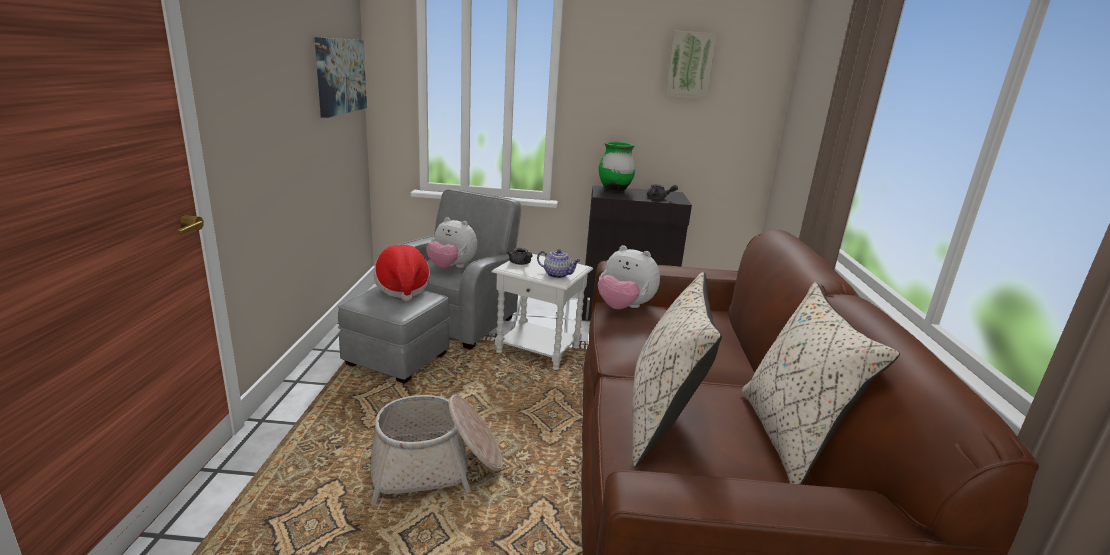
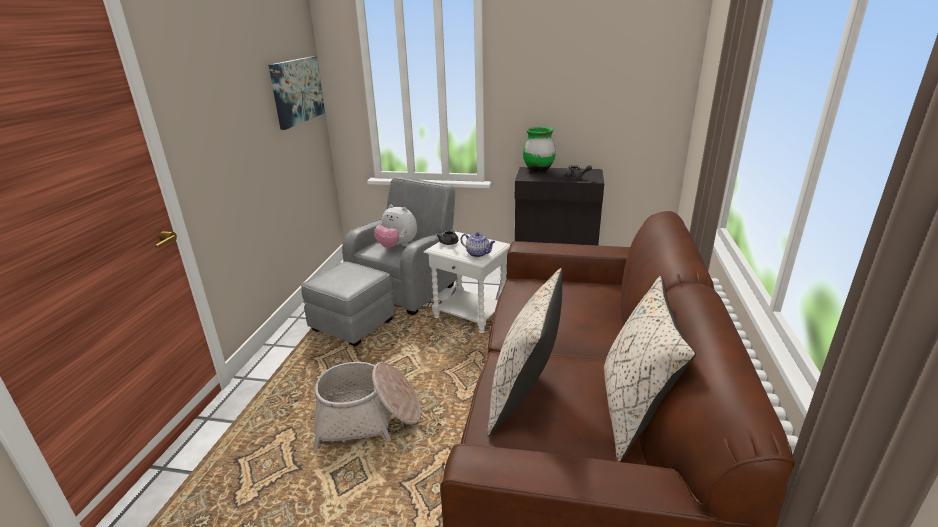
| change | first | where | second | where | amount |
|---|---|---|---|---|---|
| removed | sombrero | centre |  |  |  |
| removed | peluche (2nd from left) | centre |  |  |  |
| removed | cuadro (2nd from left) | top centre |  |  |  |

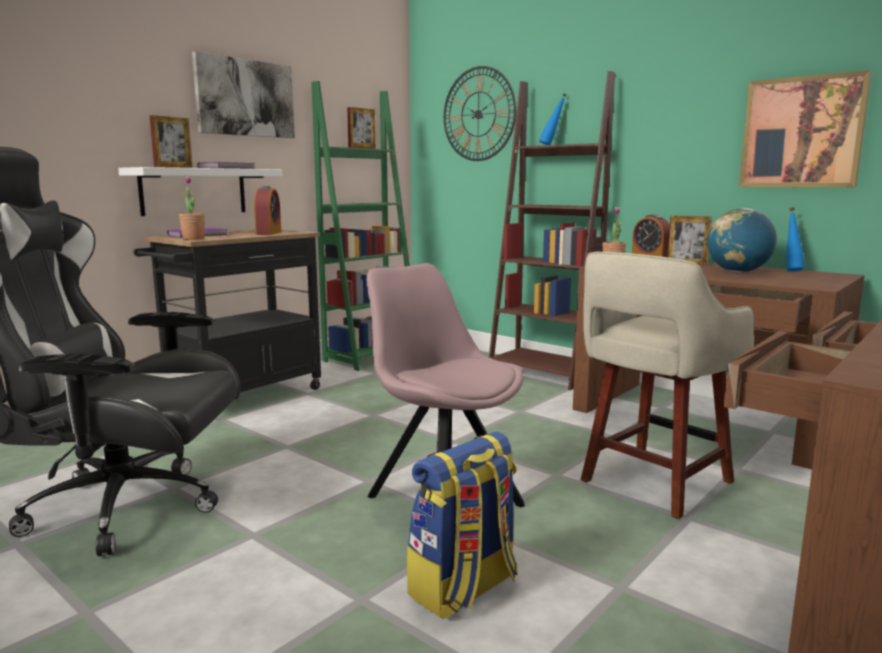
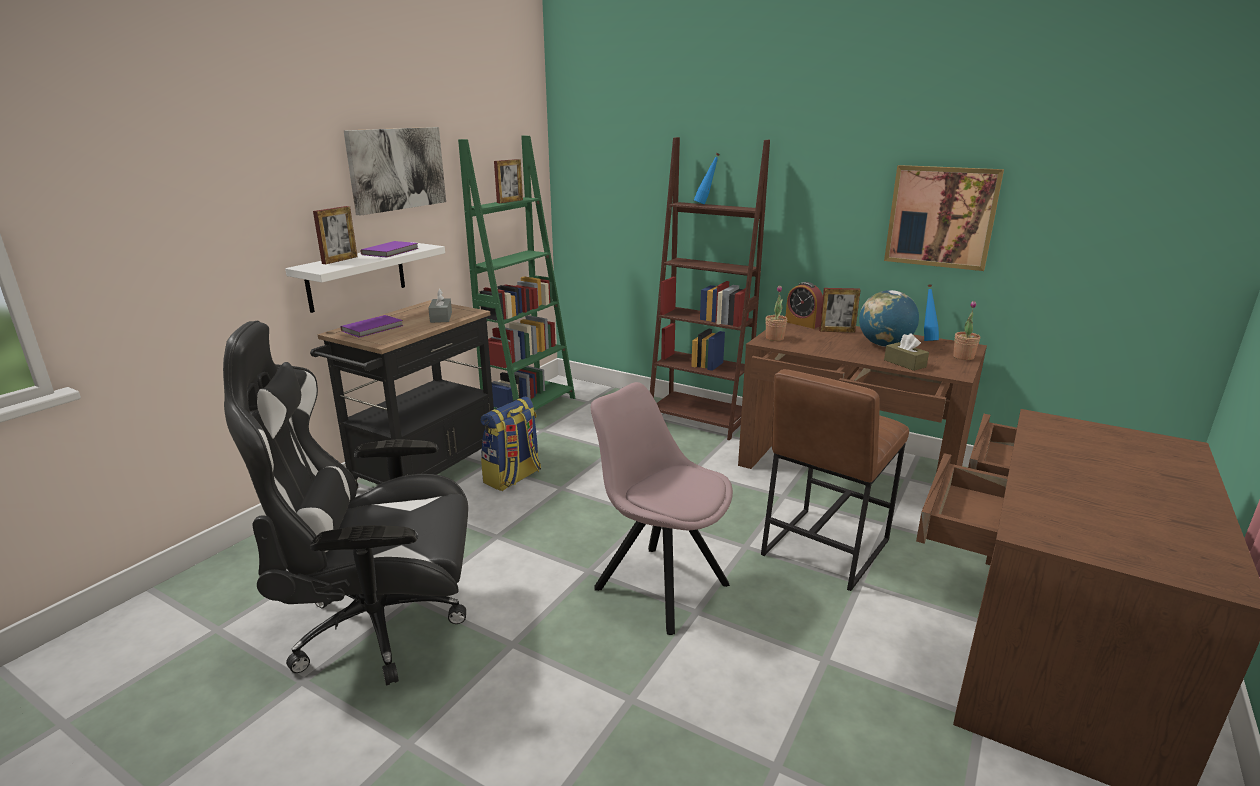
| change | first | where | second | where | amount |
|---|---|---|---|---|---|
| removed | reloj de pared | top centre |  |  |  |
| added |  |  | caja de pañuelos (marrón) | middle right |  |
| moved | planta en maceta (1st from left in the first image) | top left | planta en maceta (2nd from left) | middle right |  |
| moved | mochila | bottom centre |  | centre |  |
| replaced | despertador (1st from left) | top left | caja de pañuelos (gris) | centre |  |
| replaced | taburete (beis) | middle right | silla (marrón) | centre |  |

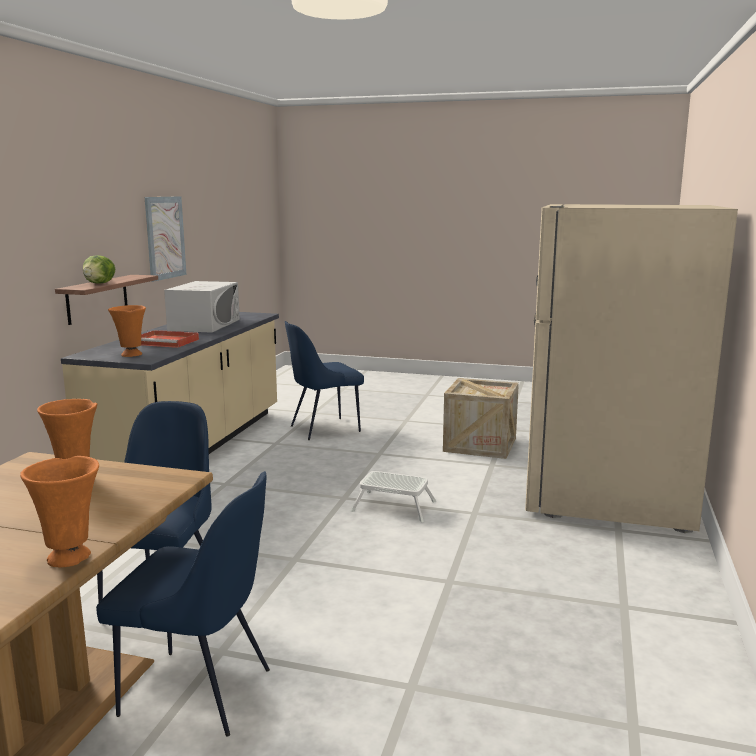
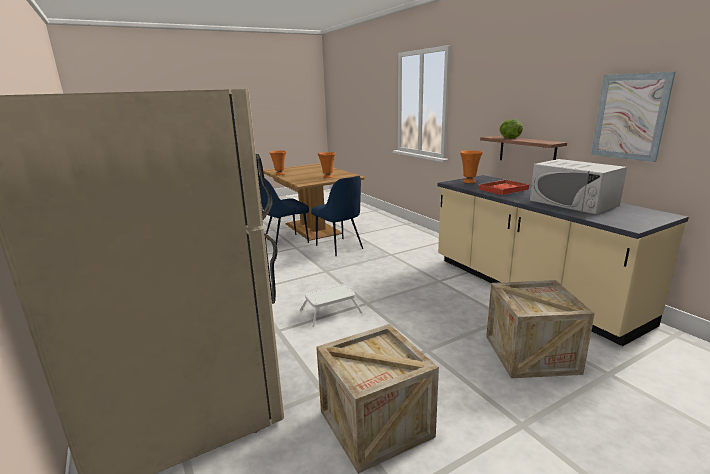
| change | first | where | second | where | amount |
|---|---|---|---|---|---|
| replaced | silla (azul) (3rd from left) | centre | caja de embalaje (2nd from left) | bottom right |  |

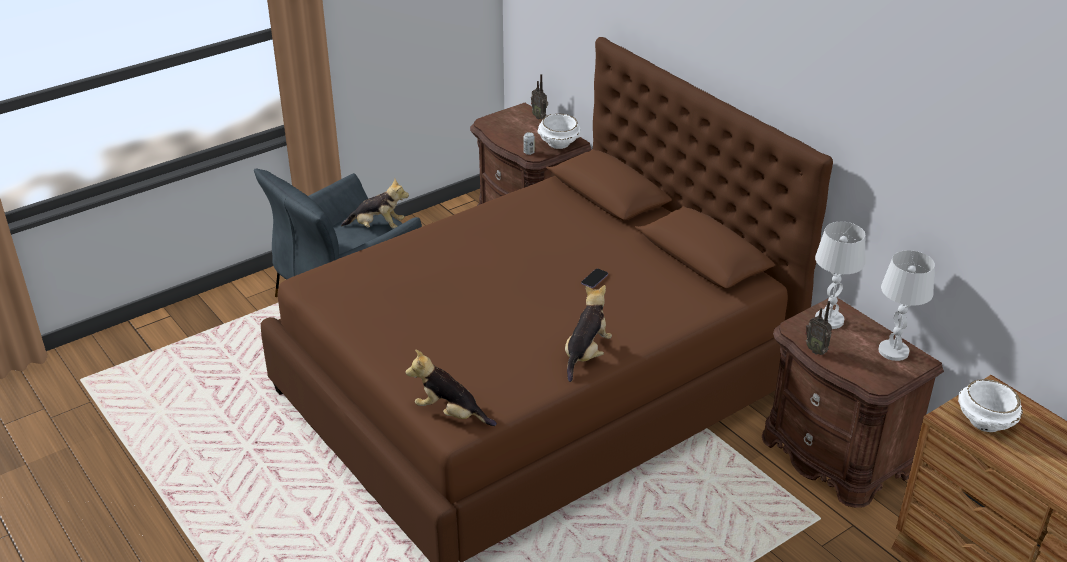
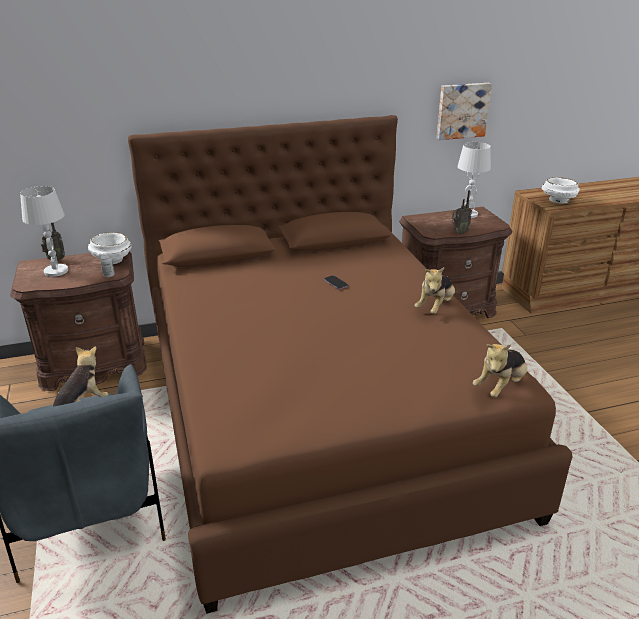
| change | first | where | second | where | amount |
|---|---|---|---|---|---|
| added |  |  | cuadro | top right |  |
| moved | lámpara de mesa (blanco) (1st from left) | middle right |  | middle left |  |
| turned | peluche (3rd from left in the first image) | centre | peluche (2nd from left) | middle right | 105 degrees counterclockwise |

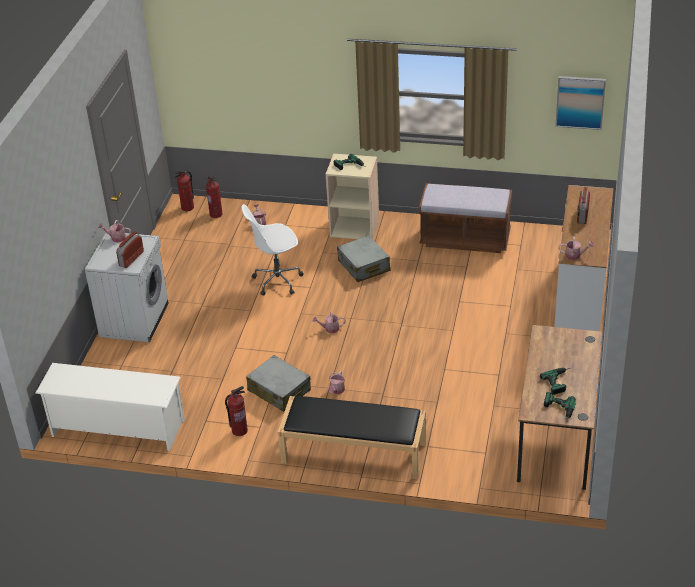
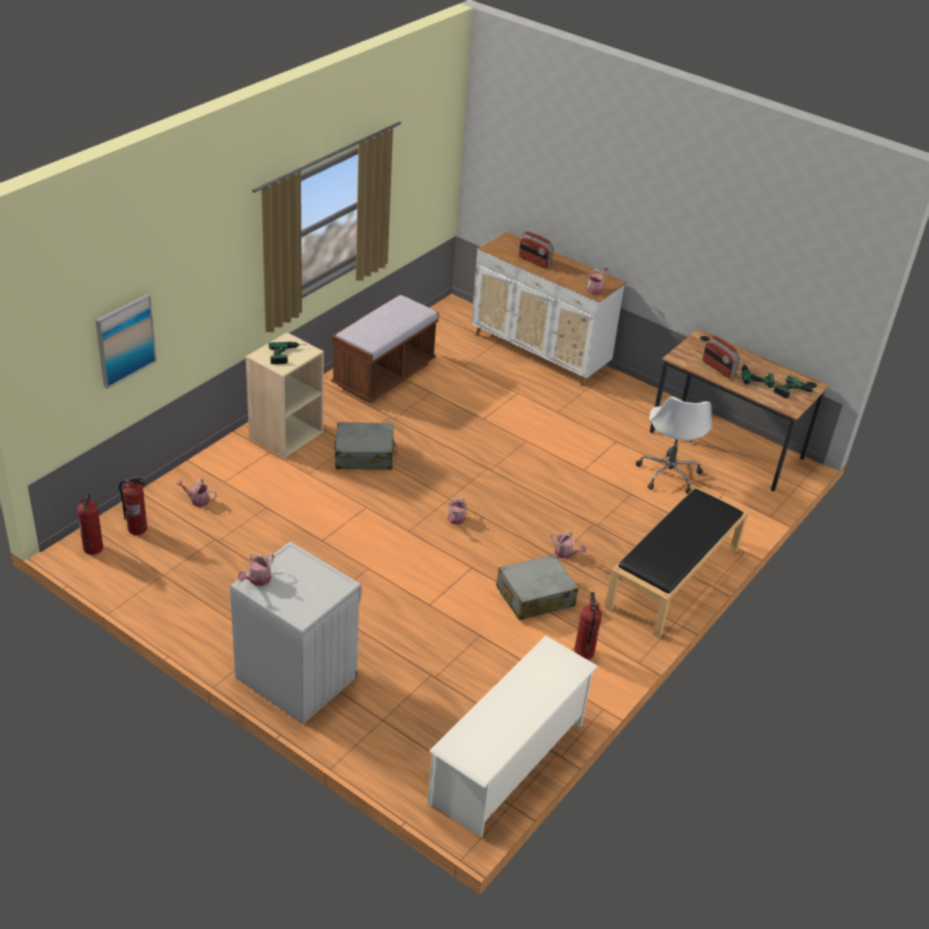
| change | first | where | second | where | amount |
|---|---|---|---|---|---|
| moved | radio (1st from left in the first image) | middle left | radio (2nd from left) | middle right |  |
| moved | silla de oficina (blanco) | centre |  | middle right |  |
| moved | cuadro | top right |  | middle left |  |

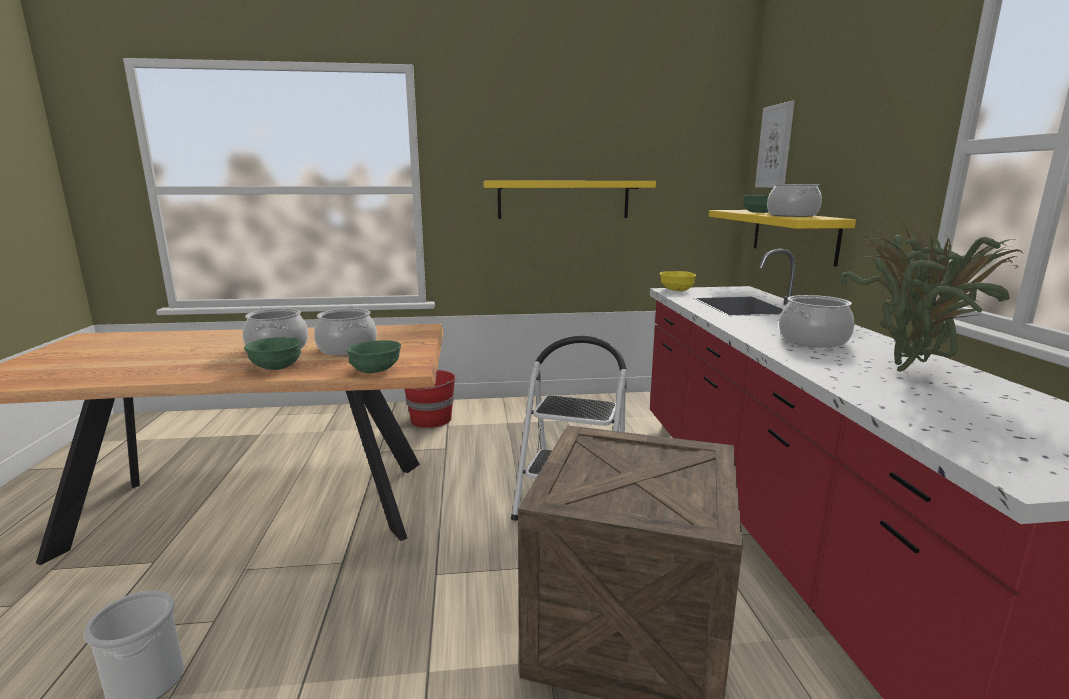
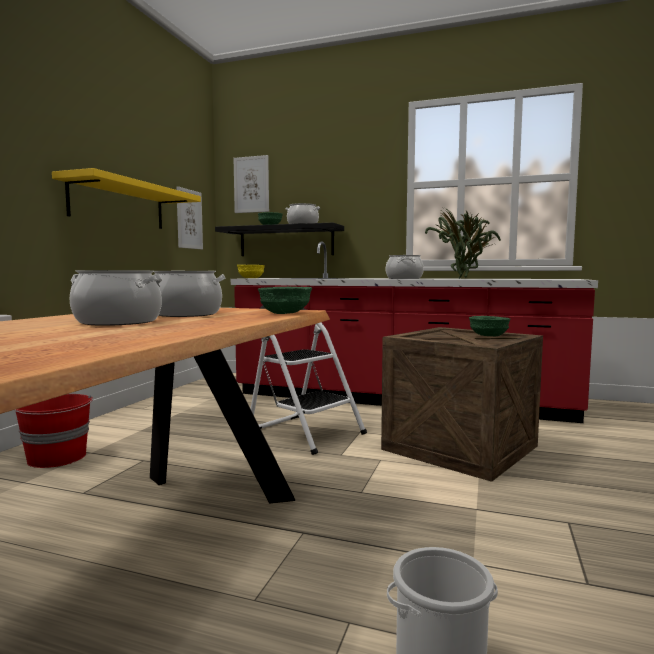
| change | first | where | second | where | amount |
|---|---|---|---|---|---|
| added |  |  | cuadro (1st from left) | top left |  |
| moved | cuenco (verde) (1st from left in the first image) | middle left | cuenco (verde) (3rd from left) | middle right |  |
| recoloured | estante (amarillo) (2nd from left) | middle right | estante (negro) | centre |  |

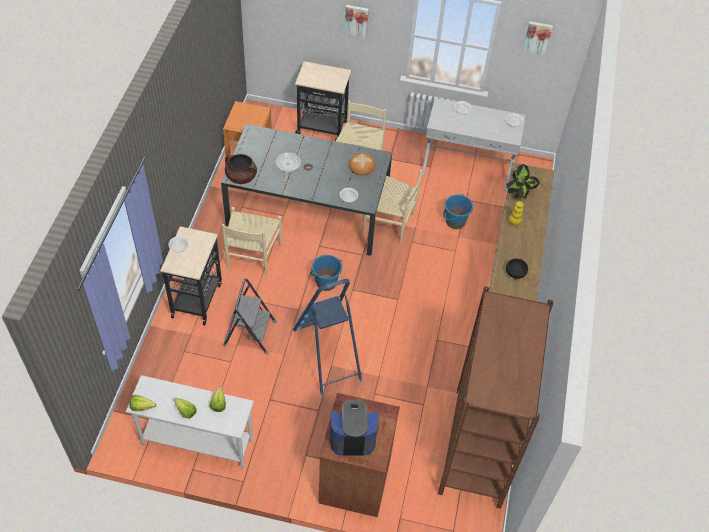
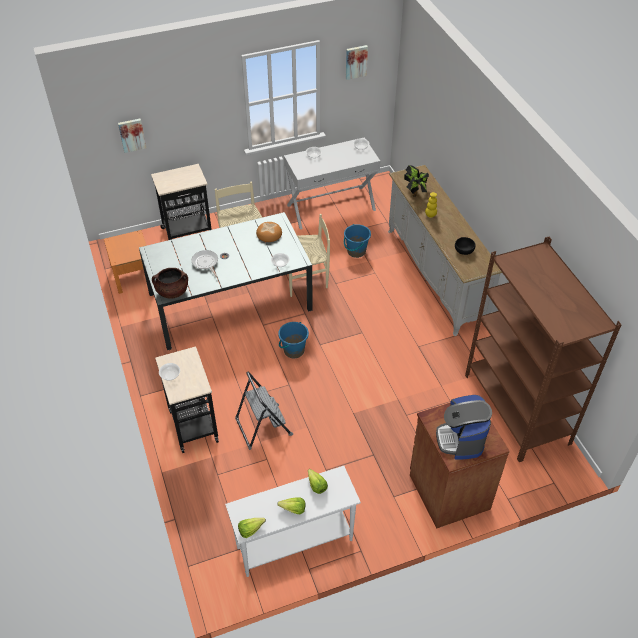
| change | first | where | second | where | amount |
|---|---|---|---|---|---|
| removed | silla (beis) (1st from left) | centre |  |  |  |
| removed | escalera de tijera (azul) | centre |  |  |  |
| moved | cuadro (1st from left) | top centre |  | top left |  |
| turned | cafetera | bottom centre |  | bottom right | 60 degrees counterclockwise |

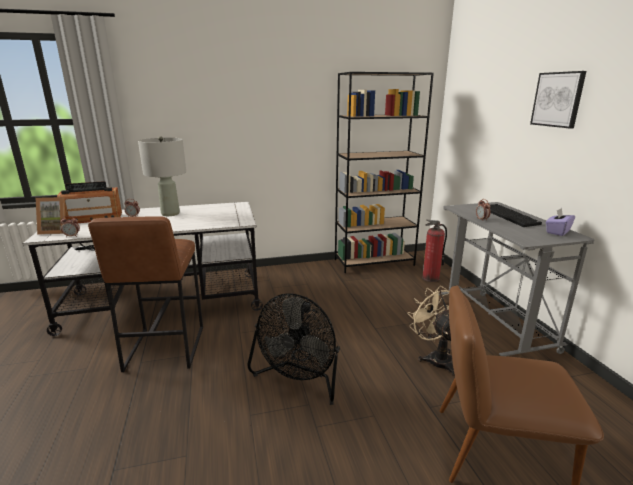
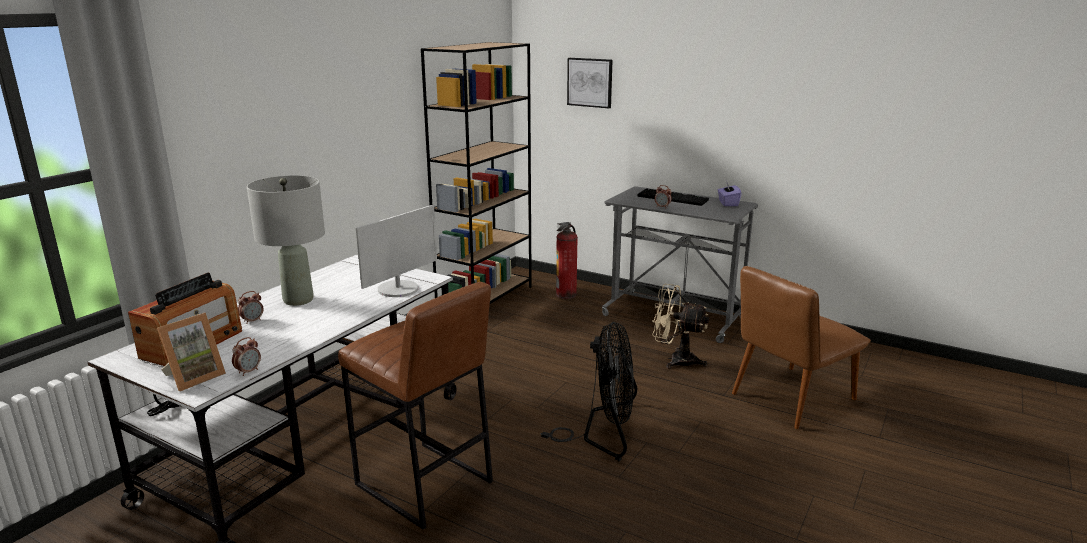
| change | first | where | second | where | amount |
|---|---|---|---|---|---|
| added |  |  | monitor | centre |  |
| moved | cuadro | top right |  | top centre |  |
| turned | ventilador (negro) | bottom centre |  | bottom centre | 60 degrees counterclockwise |

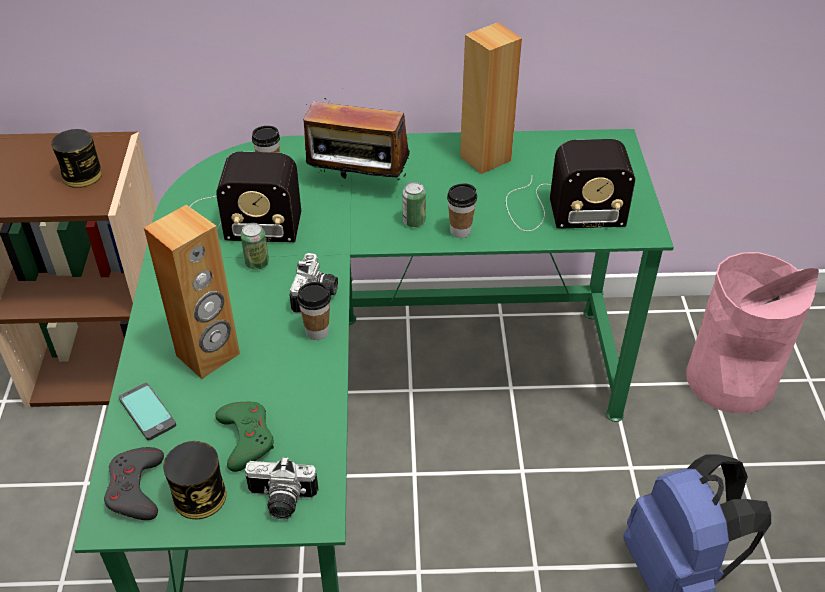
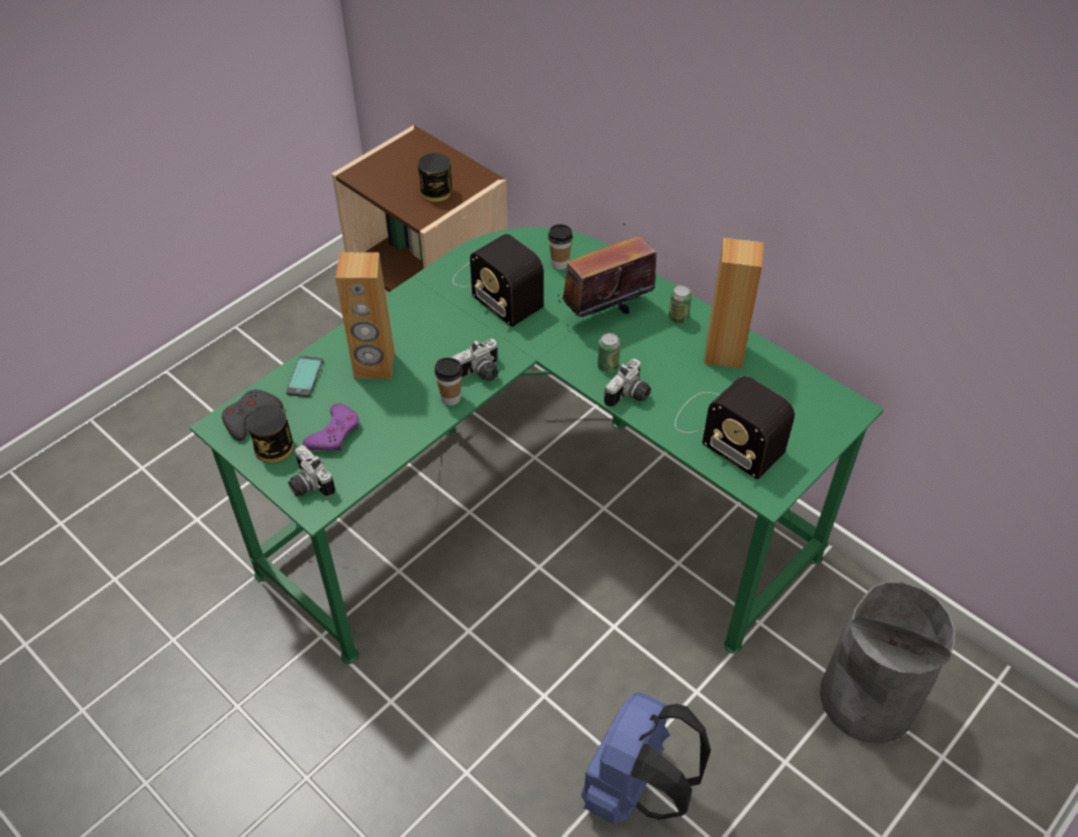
| change | first | where | second | where | amount |
|---|---|---|---|---|---|
| moved | lata (3rd from left in the first image) | middle left | lata (4th from left) | centre |  |
| replaced | taza (3rd from left) | centre | cámara (3rd from left) | centre |  |
| recoloured | mando de consola (verde) | bottom left | mando de consola (morado) | middle left |  |
| recoloured | papelera (rosa) | middle right | papelera (gris) | bottom right |  |
| turned | radio (2nd from left) | top centre |  | top centre | 90 degrees clockwise |

